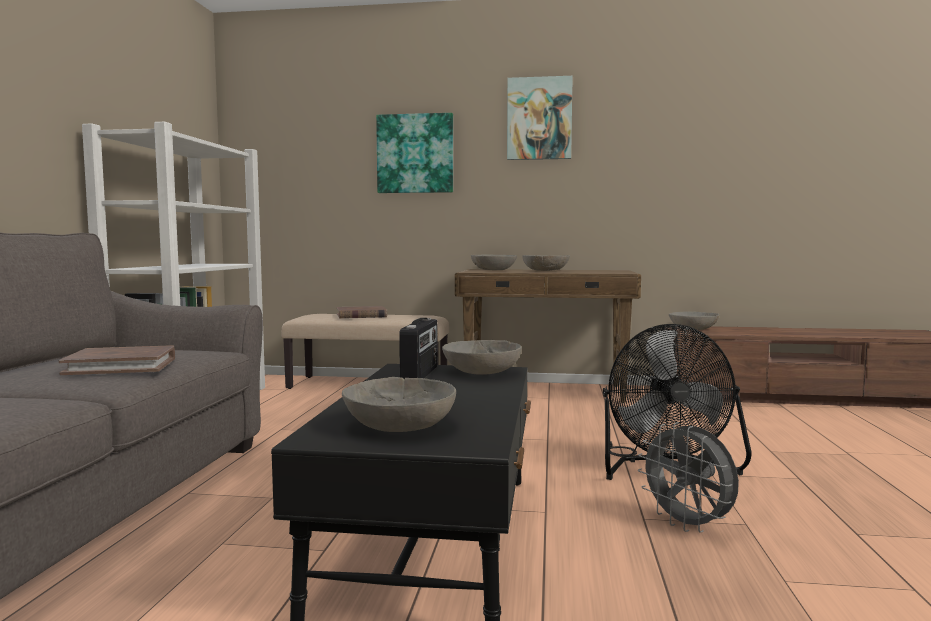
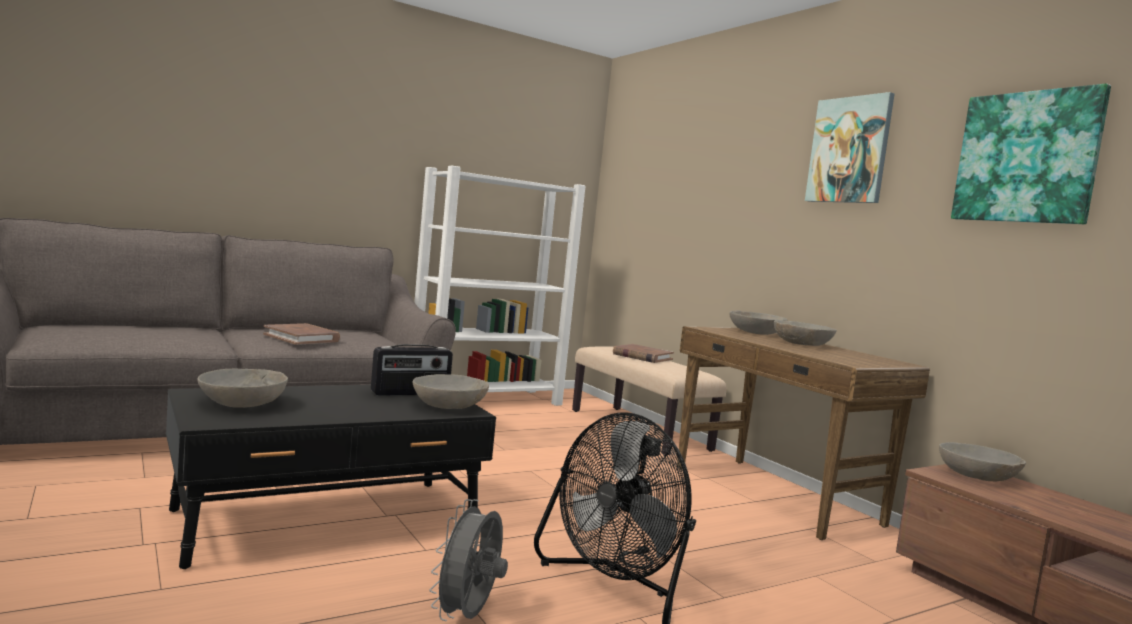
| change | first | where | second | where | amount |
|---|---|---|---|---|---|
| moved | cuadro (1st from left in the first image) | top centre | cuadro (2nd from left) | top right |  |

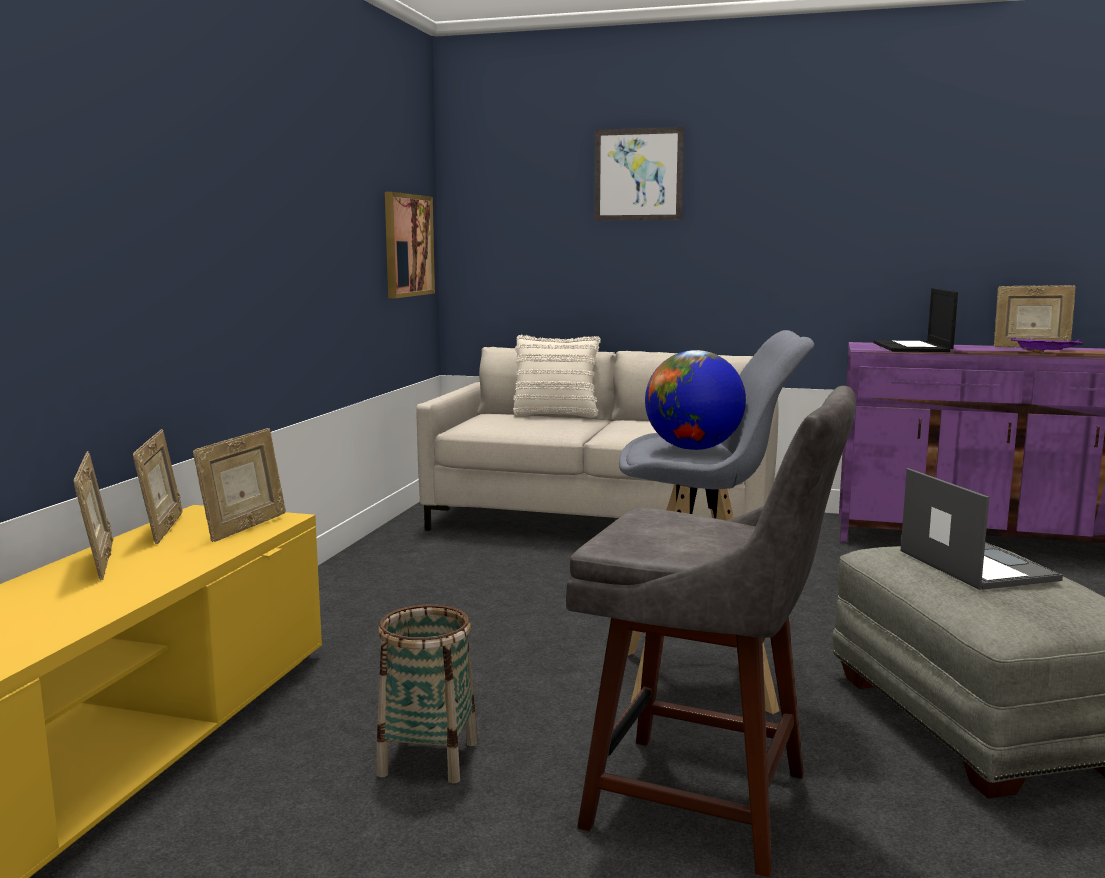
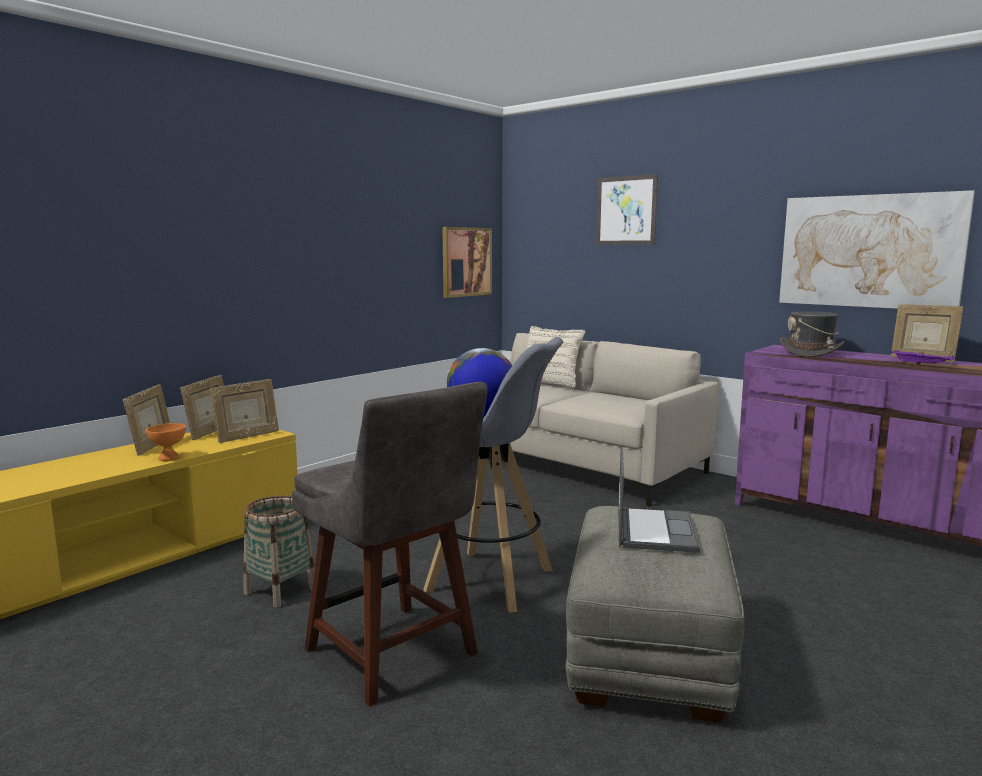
| change | first | where | second | where | amount |
|---|---|---|---|---|---|
| added |  |  | cuenco (naranja) | middle left |  |
| added |  |  | cuadro (3rd from left) | top right |  |
| replaced | portátil (1st from left) | middle right | sombrero (gris) | middle right |  |

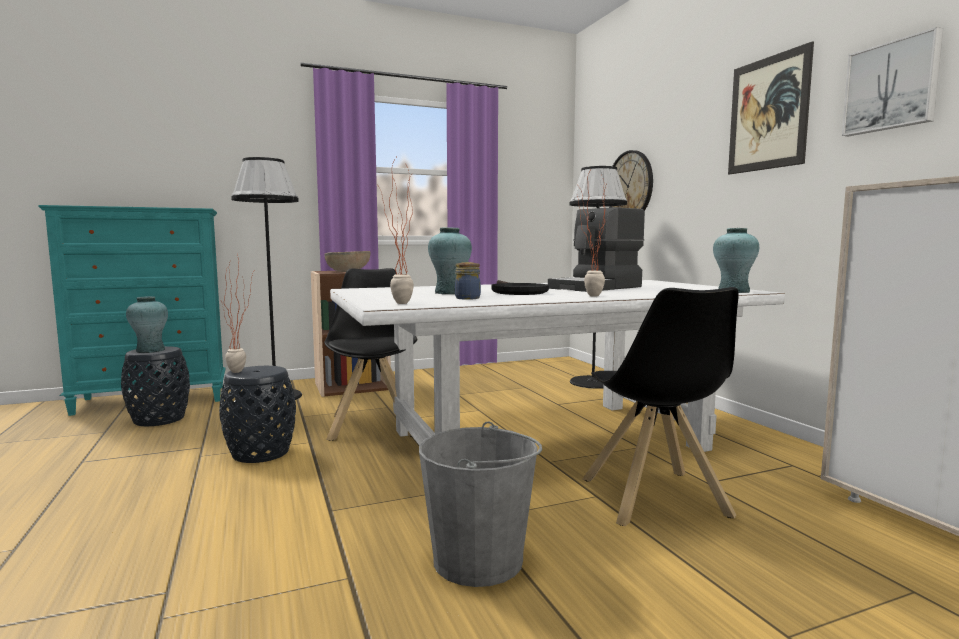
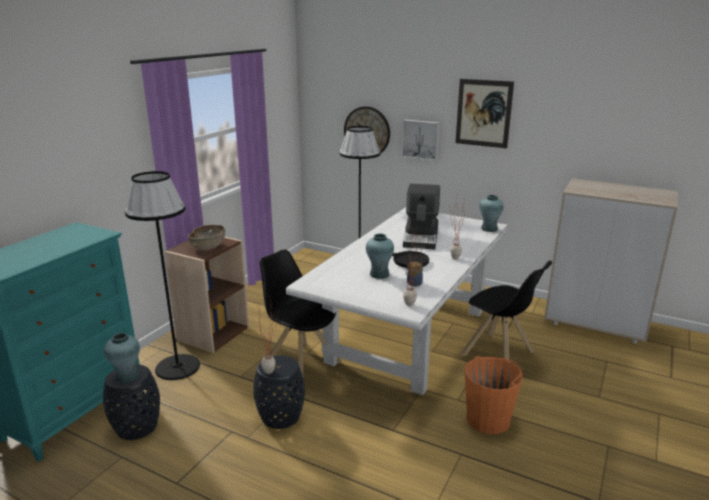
| change | first | where | second | where | amount |
|---|---|---|---|---|---|
| moved | cuadro (2nd from left in the first image) | top right | cuadro (1st from left) | top centre |  |
| recoloured | cubo (gris) | bottom centre | cubo (naranja) | bottom right |  |

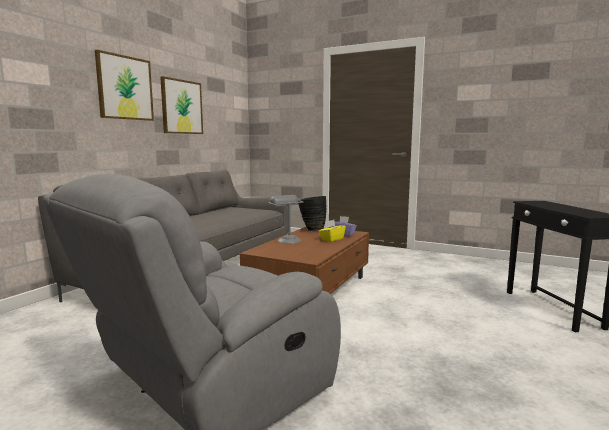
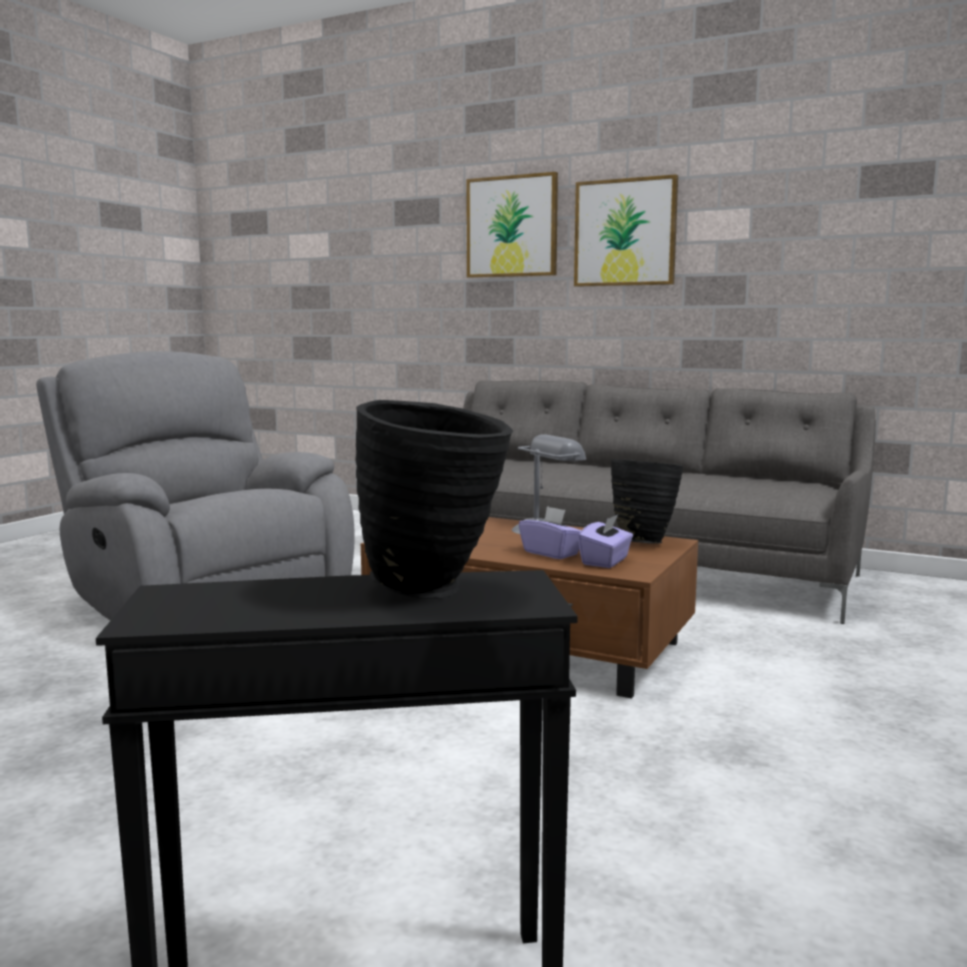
| change | first | where | second | where | amount |
|---|---|---|---|---|---|
| added |  |  | florero (negro) (1st from left) | centre |  |
| moved | cuadro (2nd from left in the first image) | top left | cuadro (1st from left) | top centre |  |
| recoloured | caja de pañuelos (amarillo) | centre | caja de pañuelos (morado) (1st from left) | centre |  |

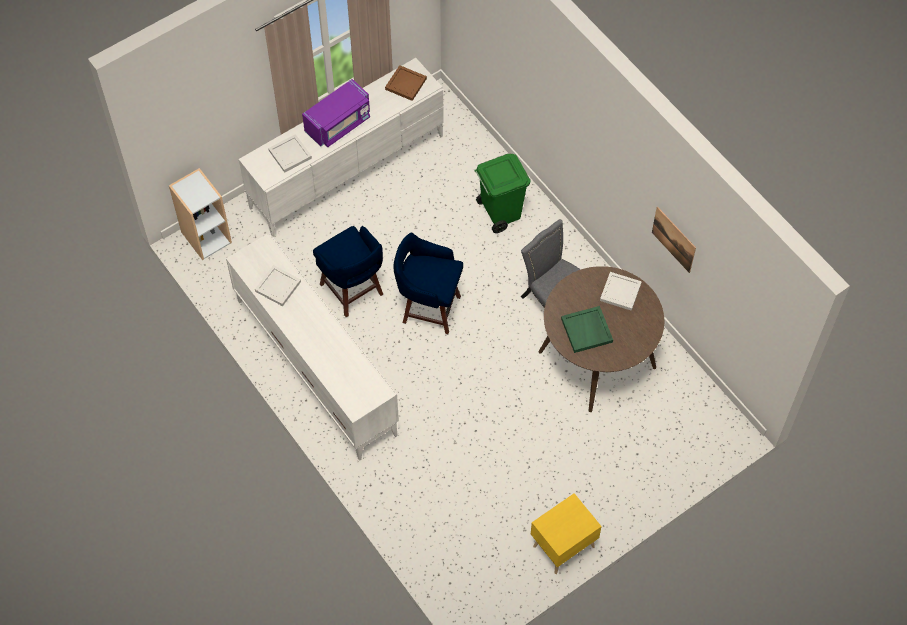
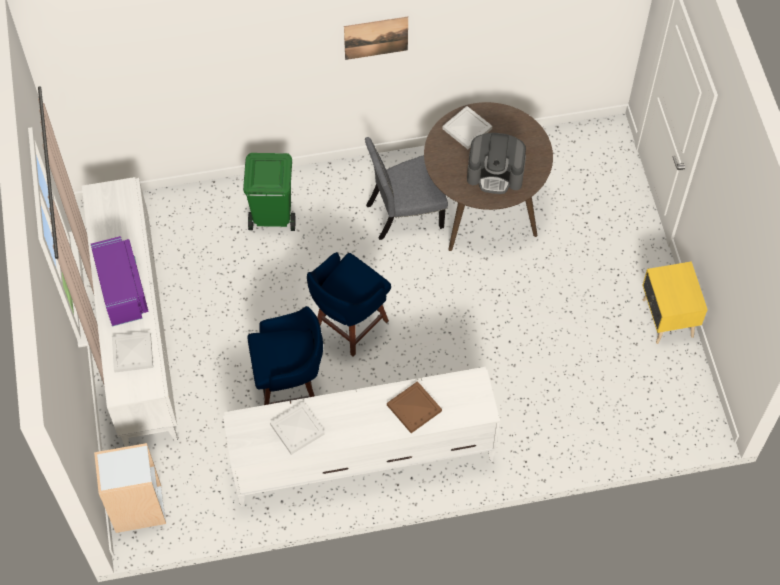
| change | first | where | second | where | amount |
|---|---|---|---|---|---|
| moved | bandeja (marrón) | top centre |  | bottom centre |  |
| moved | cuadro | middle right |  | top centre |  |
| replaced | bandeja (verde) | centre | cafetera | top centre |  |

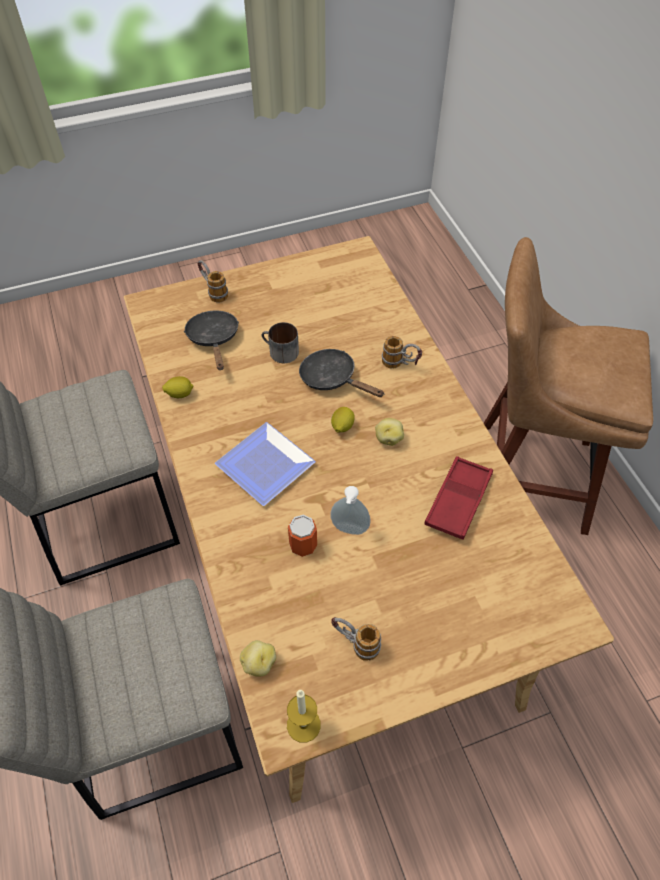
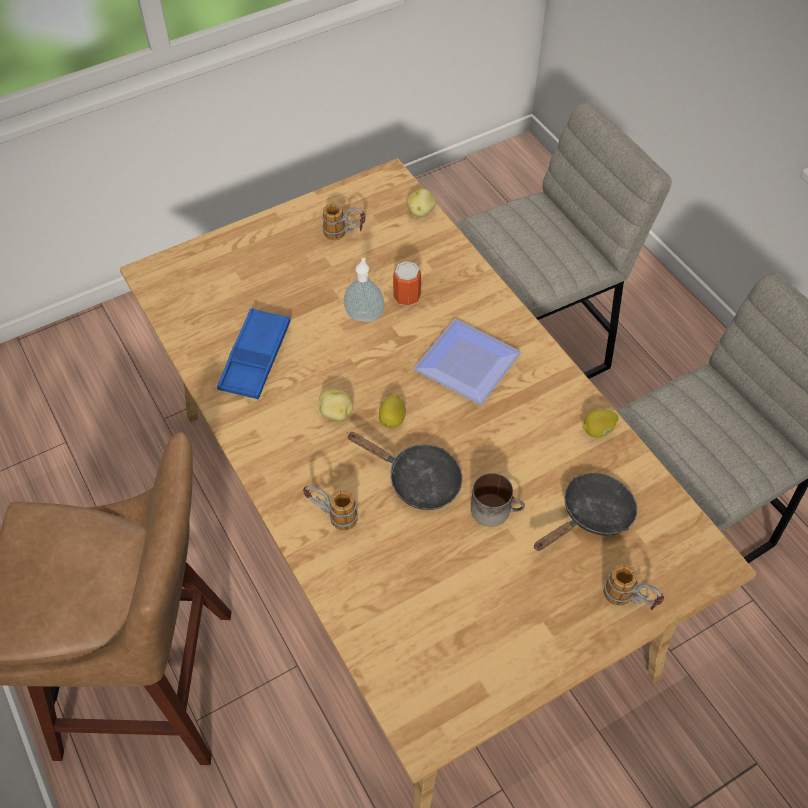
| change | first | where | second | where | amount |
|---|---|---|---|---|---|
| removed | vela | bottom centre |  |  |  |
| recoloured | bandeja (rojo) | middle right | bandeja (azul) | middle left |  |
| turned | sartén (negro) (1st from left in the first image) | middle left | sartén (negro) (2nd from left) | middle right | 105 degrees counterclockwise |

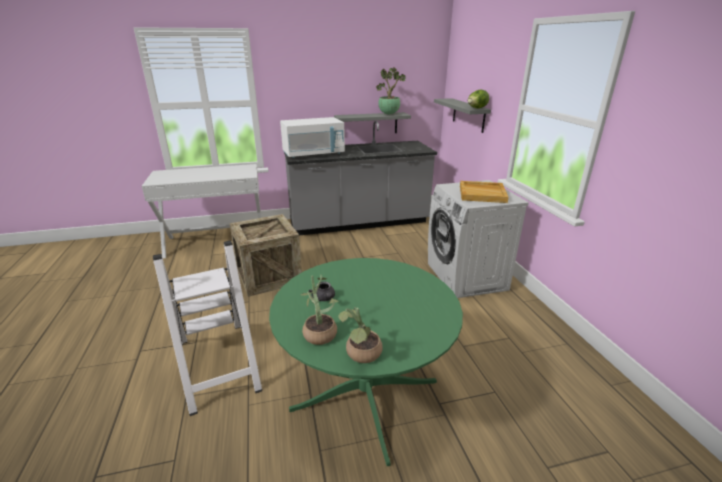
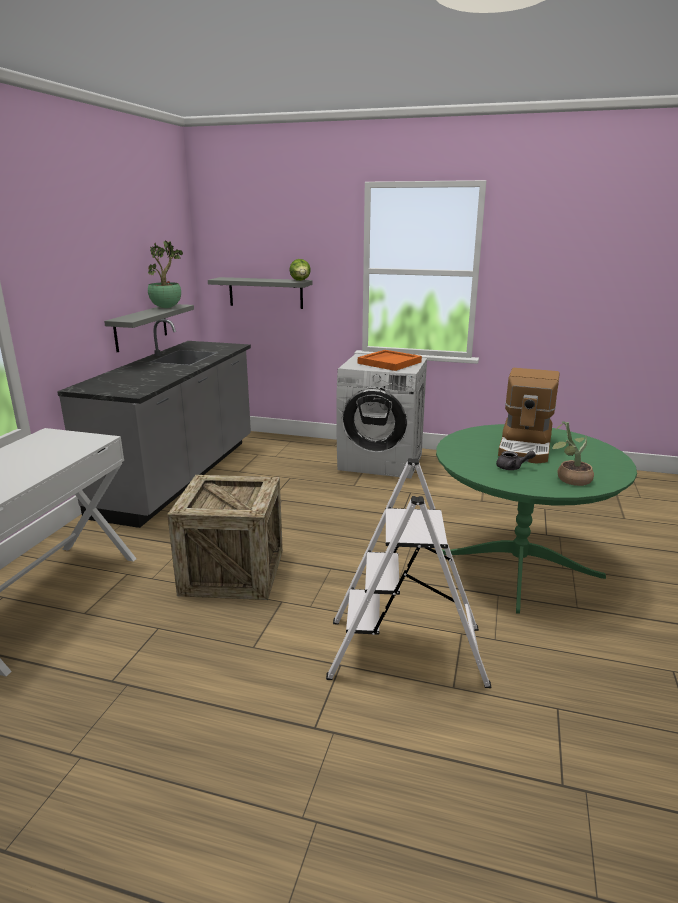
| change | first | where | second | where | amount |
|---|---|---|---|---|---|
| removed | microondas (blanco) | top centre |  |  |  |
| removed | planta en maceta (2nd from left) | bottom centre |  |  |  |
| added |  |  | cafetera | middle right |  |
| recoloured | bandeja (beis) | middle right | bandeja (naranja) | centre |  |

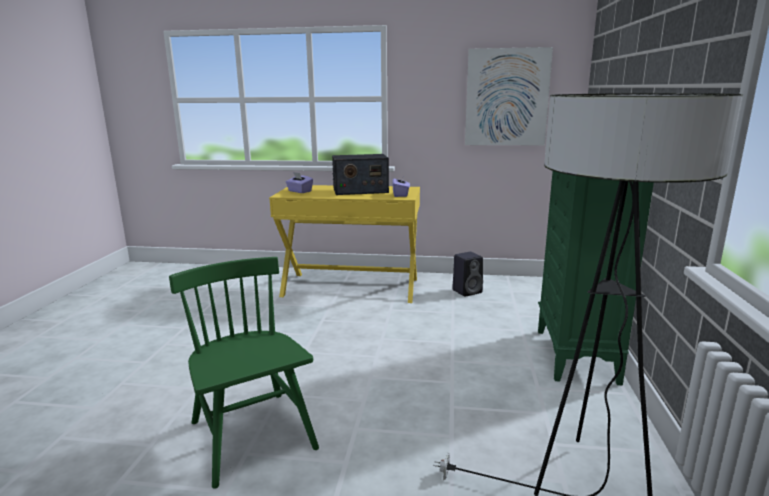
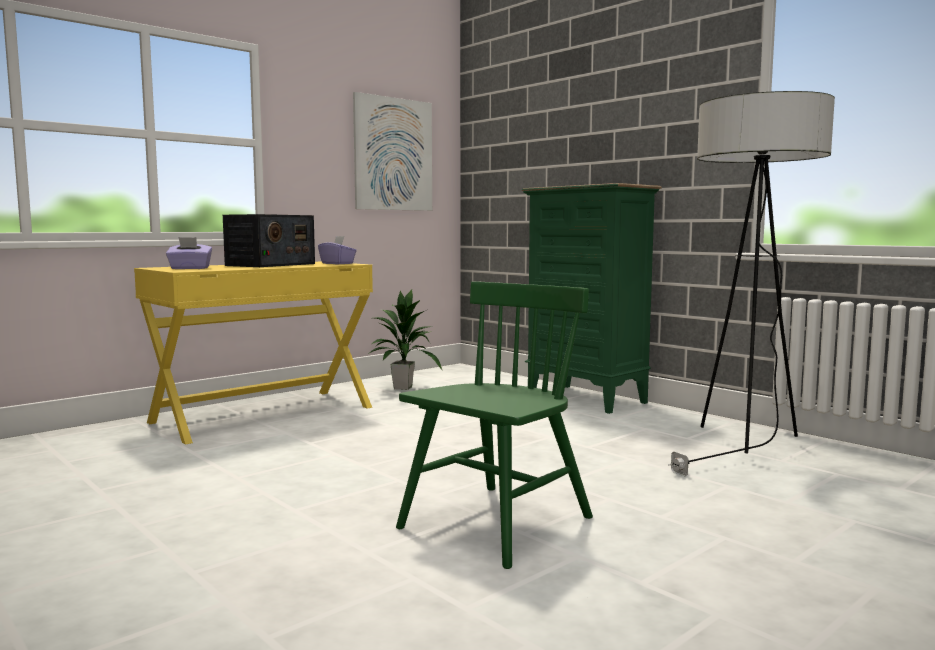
| change | first | where | second | where | amount |
|---|---|---|---|---|---|
| replaced | altavoz (negro) | centre | planta en maceta | centre |  |
| turned | silla (verde) | bottom left |  | centre | 120 degrees clockwise |

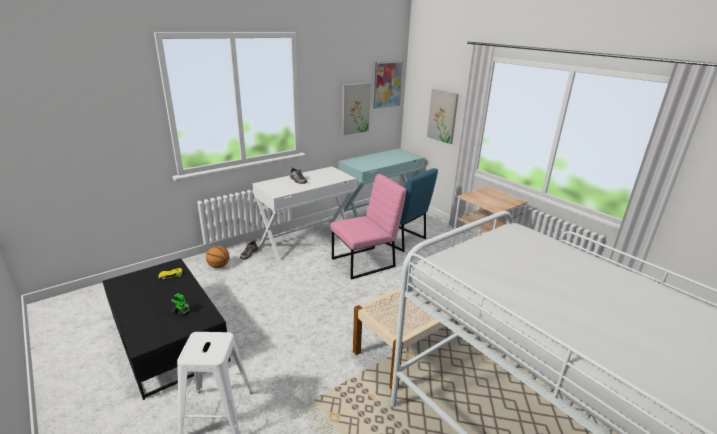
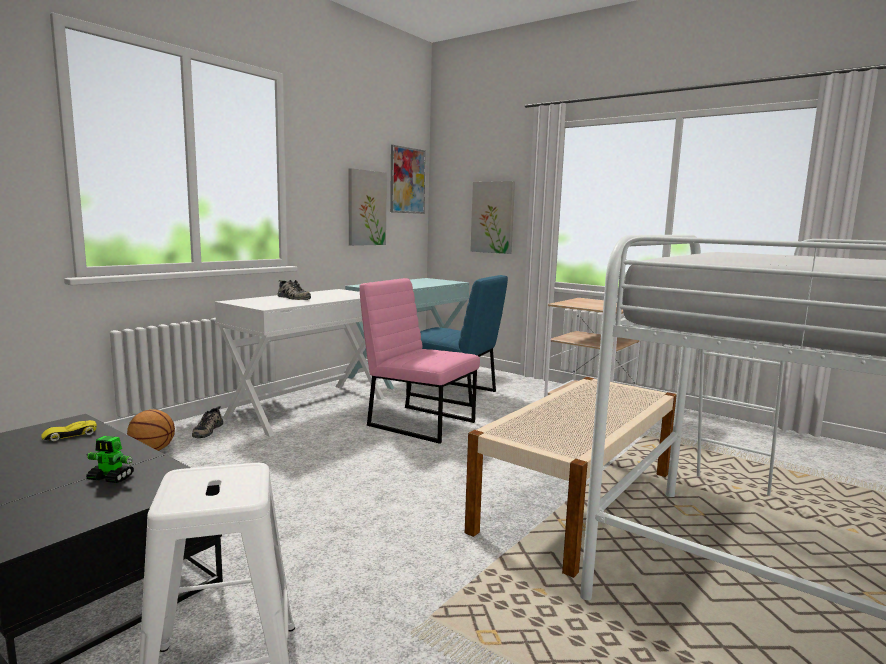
| change | first | where | second | where | amount |
|---|---|---|---|---|---|
| turned | silla (rosa) | centre |  | centre | 105 degrees counterclockwise |

